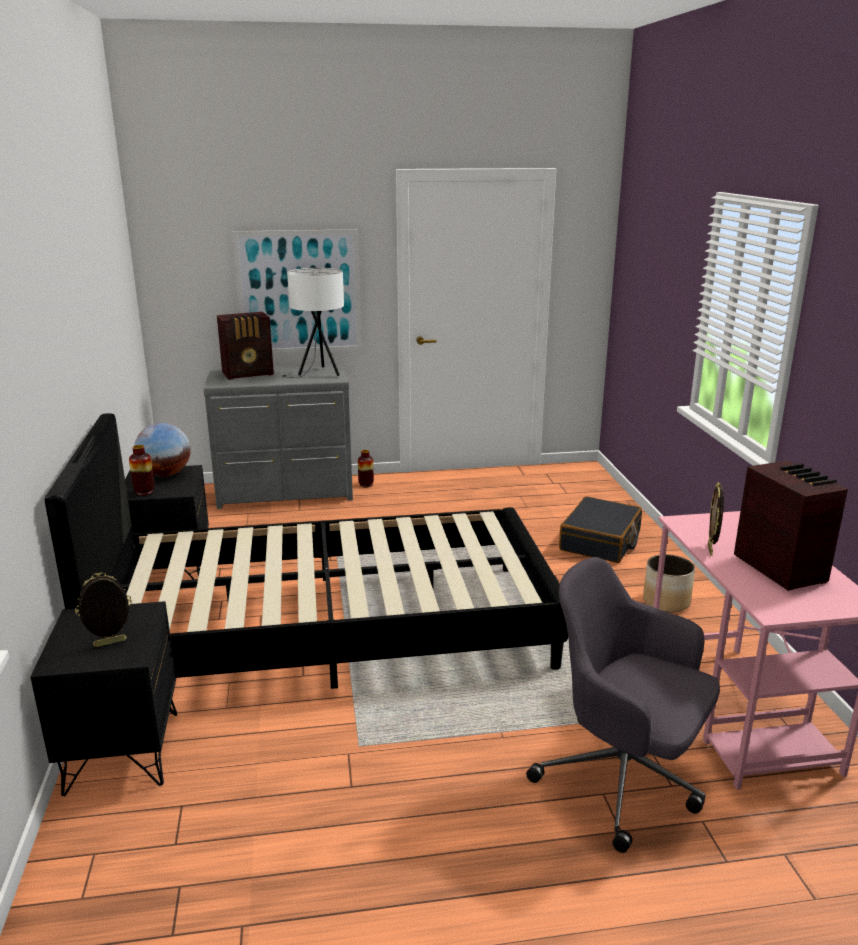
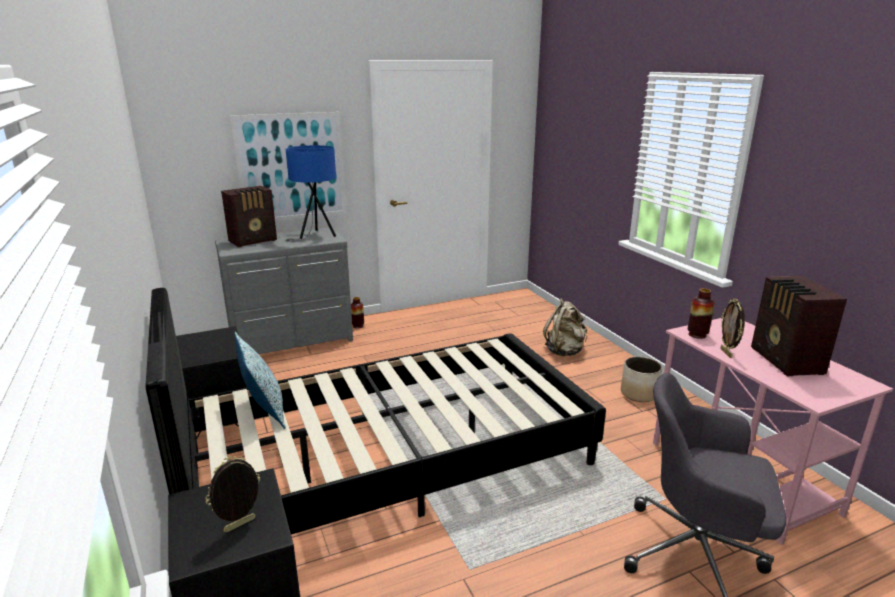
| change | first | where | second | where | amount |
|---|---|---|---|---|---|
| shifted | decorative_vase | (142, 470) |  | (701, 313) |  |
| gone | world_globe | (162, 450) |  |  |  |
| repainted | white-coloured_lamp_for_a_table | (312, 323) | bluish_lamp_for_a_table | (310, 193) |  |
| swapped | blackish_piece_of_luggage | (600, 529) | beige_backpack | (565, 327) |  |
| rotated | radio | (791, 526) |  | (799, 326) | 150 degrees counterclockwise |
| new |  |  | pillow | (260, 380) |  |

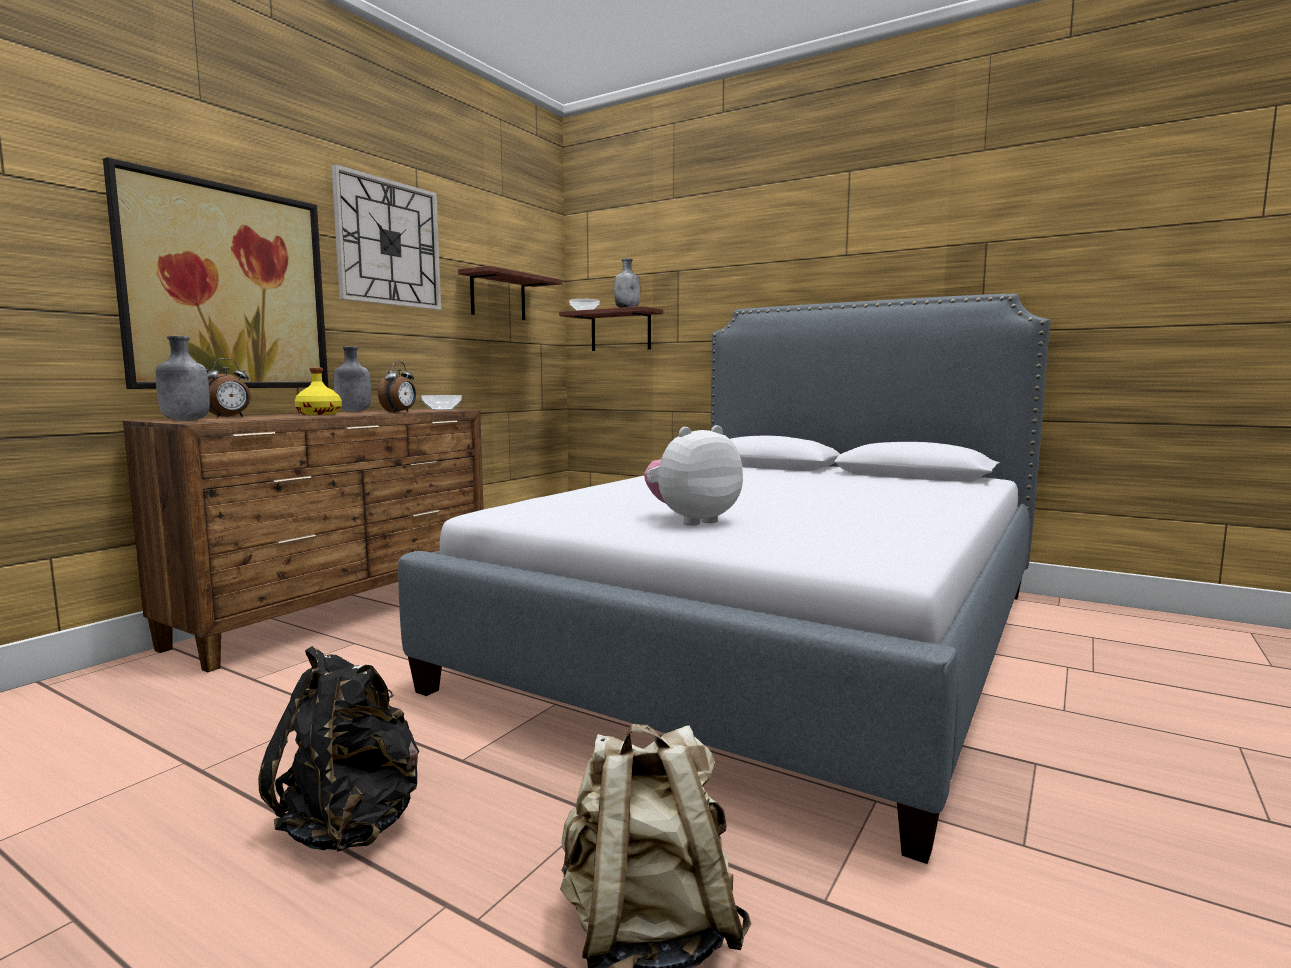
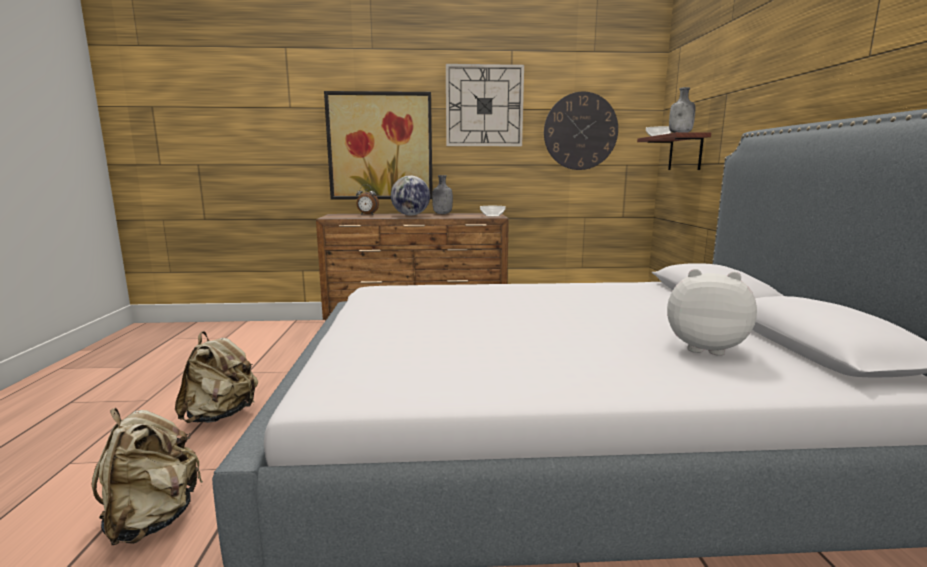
| change | first | where | second | where | amount |
|---|---|---|---|---|---|
| gone | gray_bottle | (183, 378) |  |  |  |
| repainted | blackish_backpack | (339, 749) | beige_backpack | (216, 377) |  |
| swapped | yellow_bottle | (318, 391) | world_globe | (410, 196) |  |
| gone | bedside_clock | (397, 387) |  |  |  |
| swapped | wall_shelf | (510, 293) | hanging_clock | (581, 131) |  |
| shifted | cuddly_toy | (693, 475) |  | (712, 312) |  |

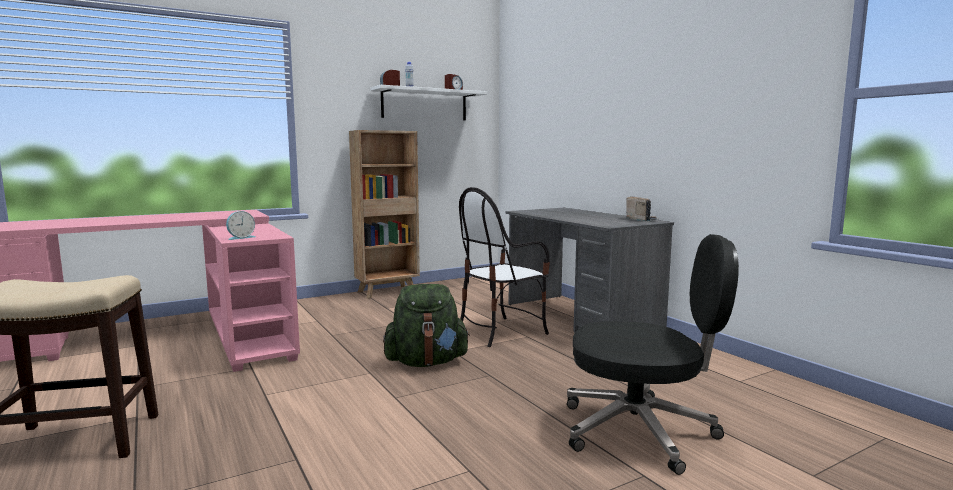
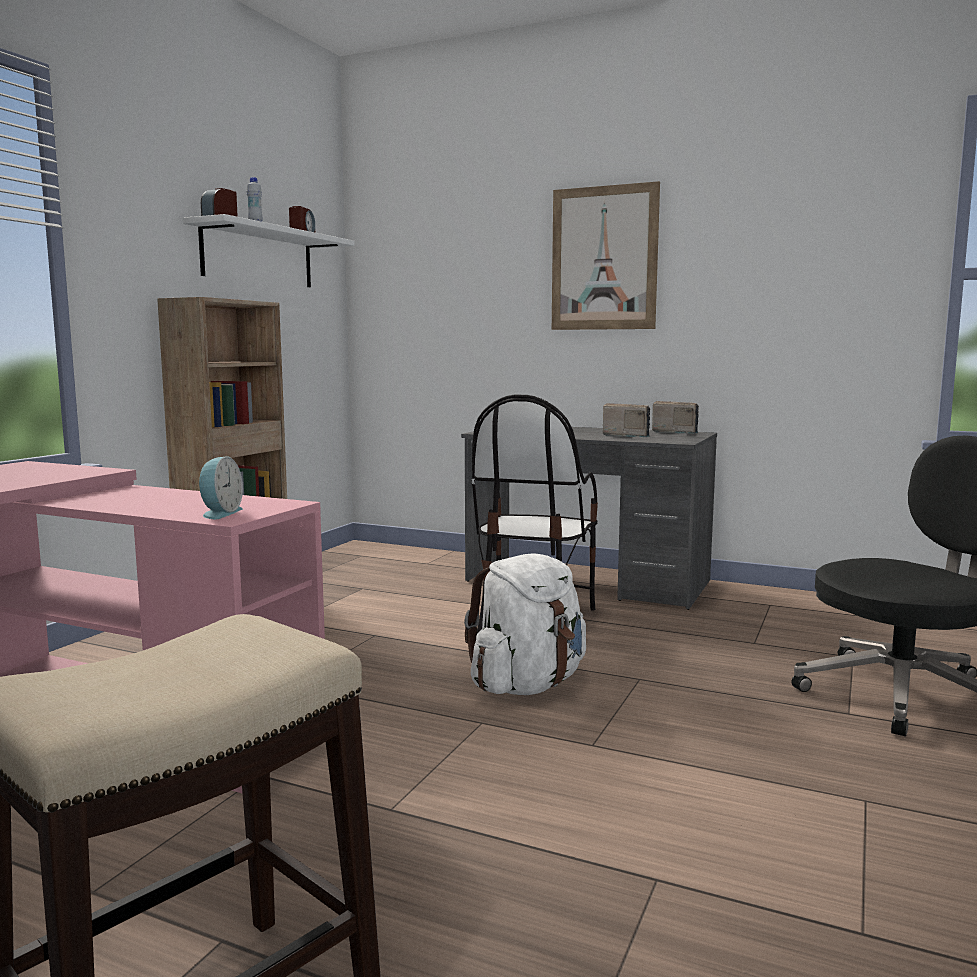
| change | first | where | second | where | amount |
|---|---|---|---|---|---|
| repainted | greenish_backpack | (426, 325) | white-coloured_backpack | (525, 624) |  |
| new |  |  | wall_picture | (606, 255) |  |
| new |  |  | radio | (626, 420) |  |

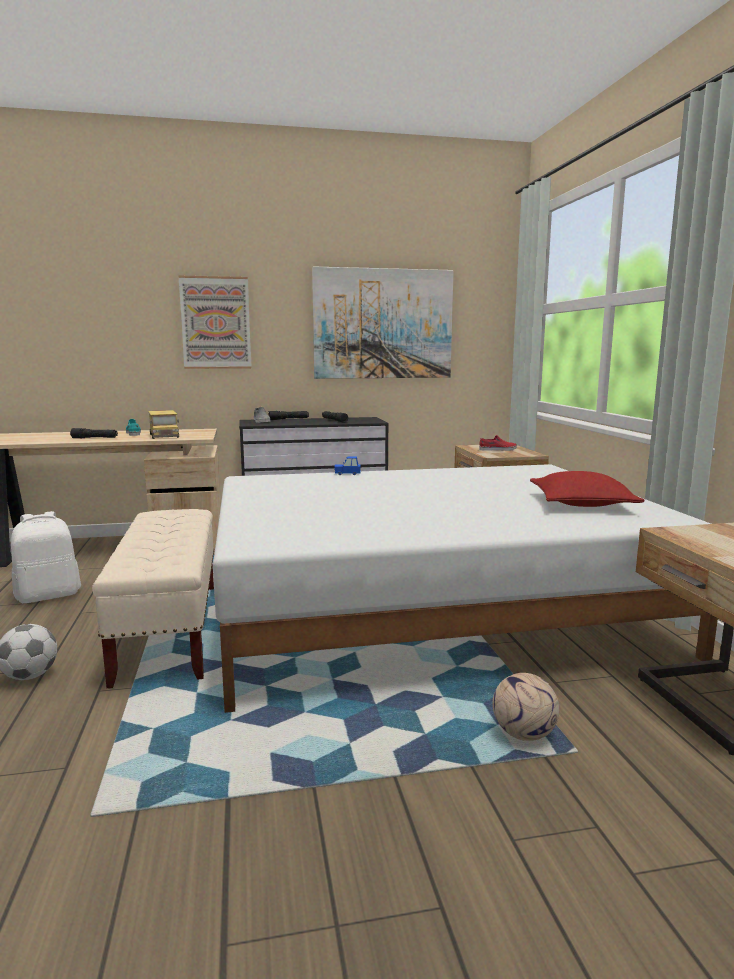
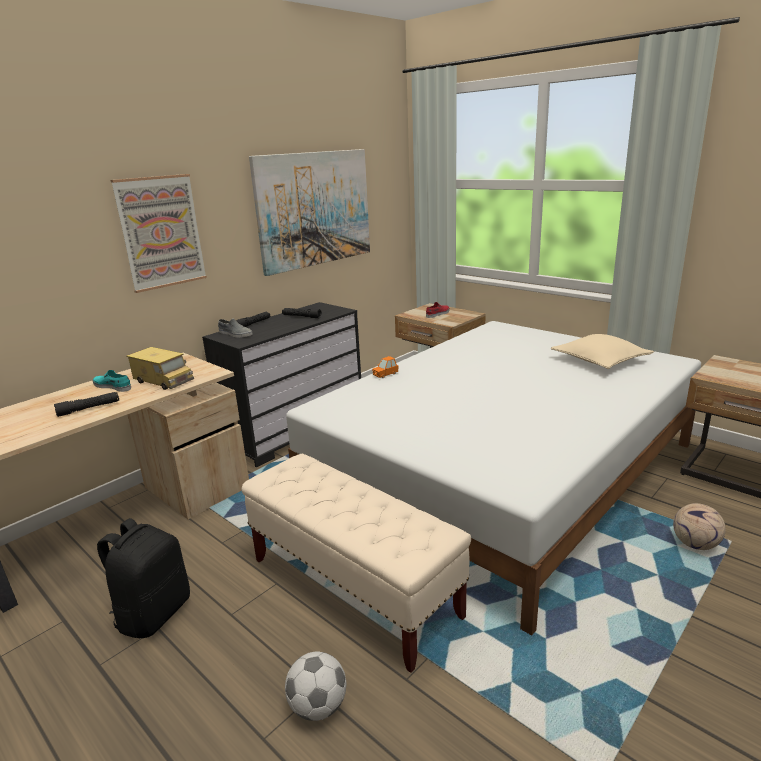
| change | first | where | second | where | amount |
|---|---|---|---|---|---|
| repainted | white-coloured_backpack | (46, 557) | blackish_backpack | (143, 578) |  |
| repainted | bluish_miniature_car | (347, 465) | orangey_miniature_car | (385, 367) |  |
| repainted | red-coloured_pillow | (587, 489) | beige_pillow | (602, 351) |  |

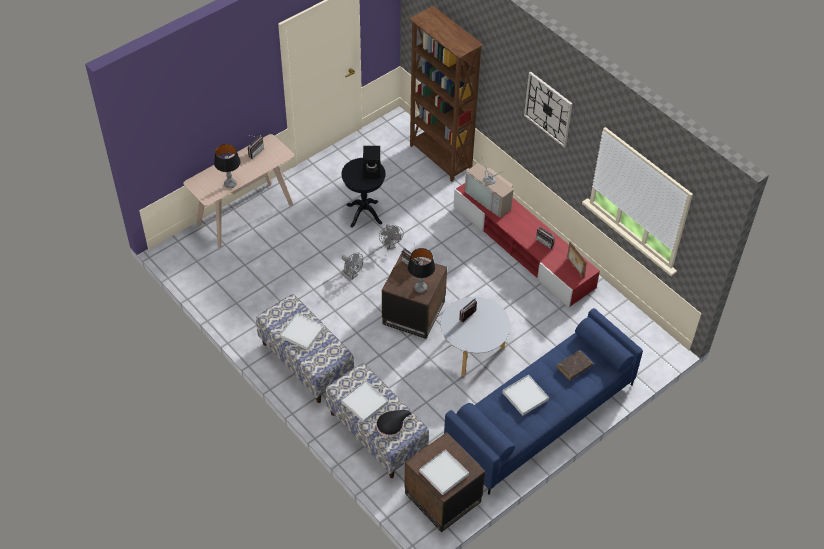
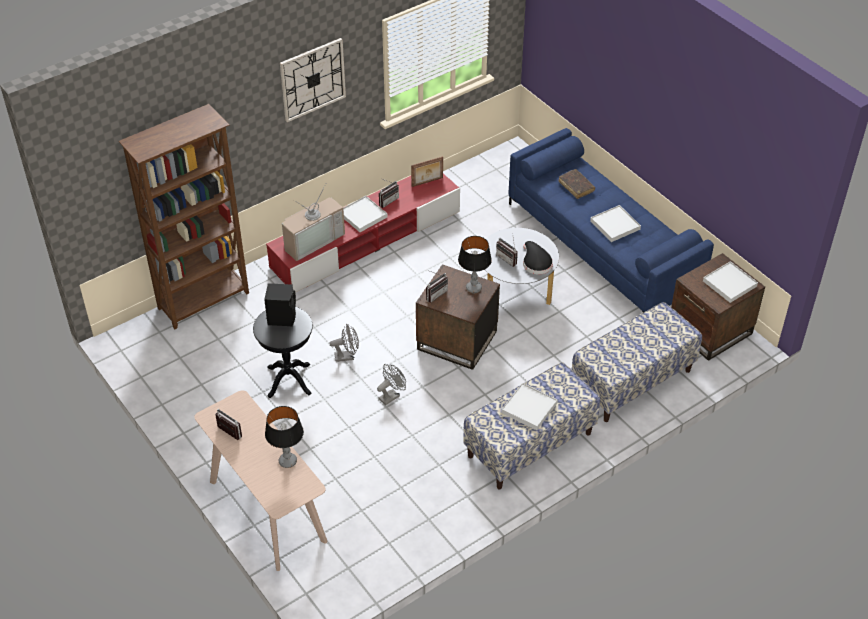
| change | first | where | second | where | amount |
|---|---|---|---|---|---|
| shifted | white-coloured_carrying_tray | (364, 401) |  | (365, 214) |  |
| shifted | blackish_clothing_hat | (395, 423) |  | (538, 257) |  |

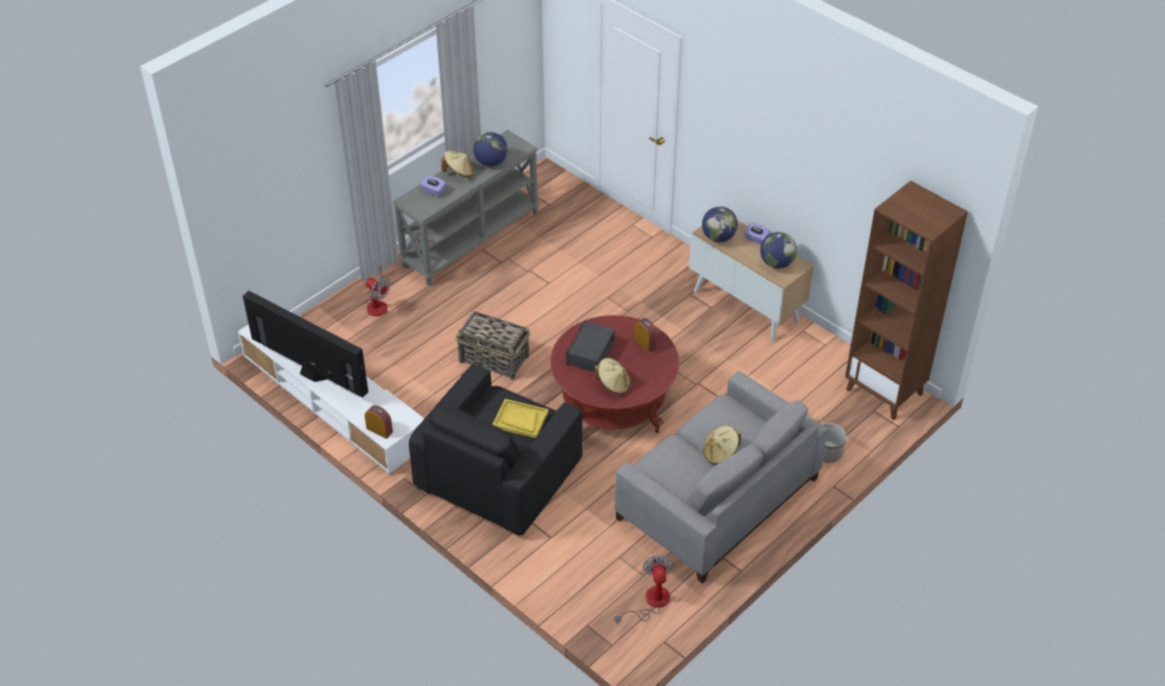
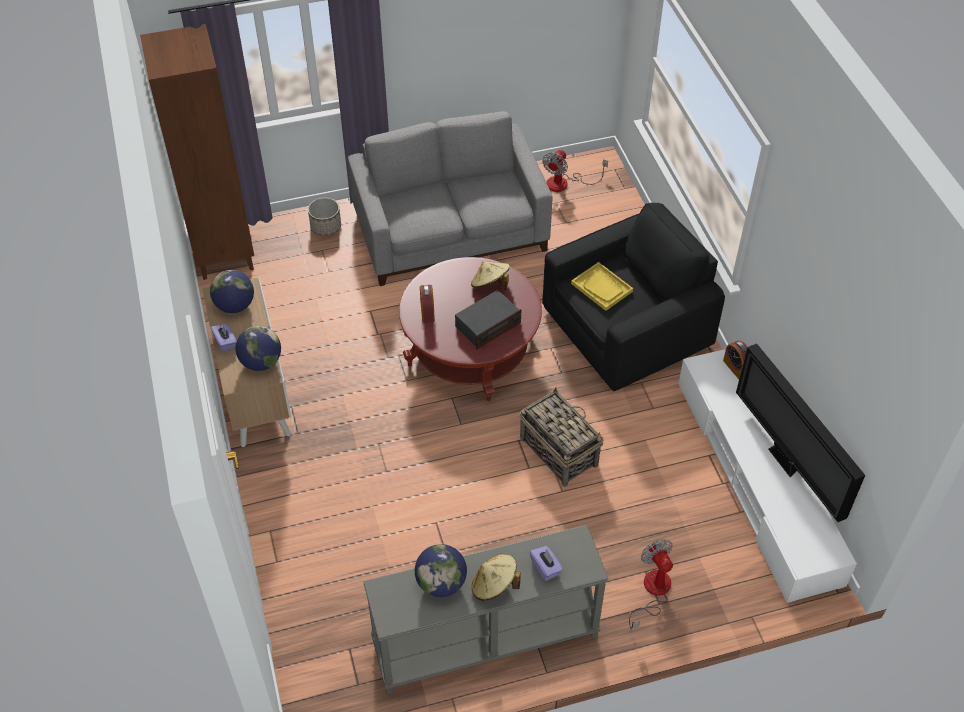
| change | first | where | second | where | amount |
|---|---|---|---|---|---|
| gone | beige_clothing_hat | (722, 445) |  |  |  |

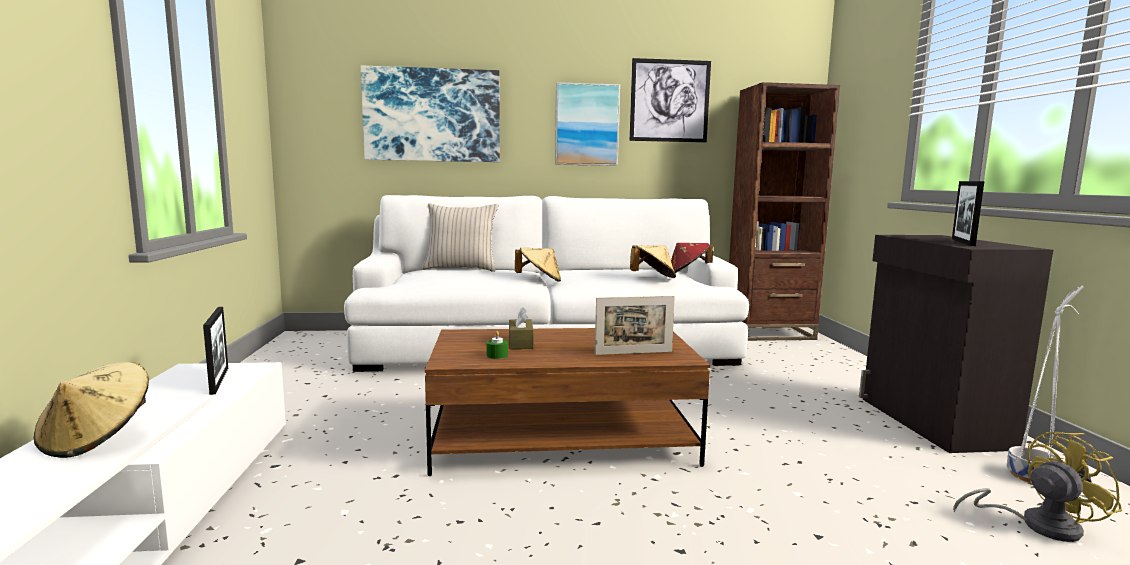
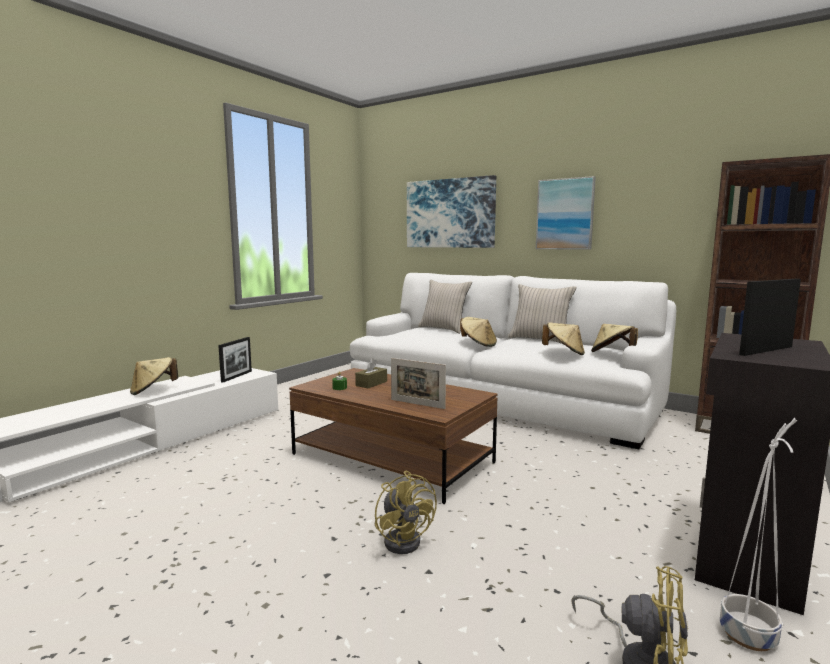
| change | first | where | second | where | amount |
|---|---|---|---|---|---|
| gone | wall_picture | (670, 100) |  |  |  |
| repainted | red-coloured_clothing_hat | (692, 258) | beige_clothing_hat | (614, 338) |  |
| new |  |  | yellow_electric_fan | (406, 512) |  |
| new |  |  | beige_pillow | (542, 314) |  |

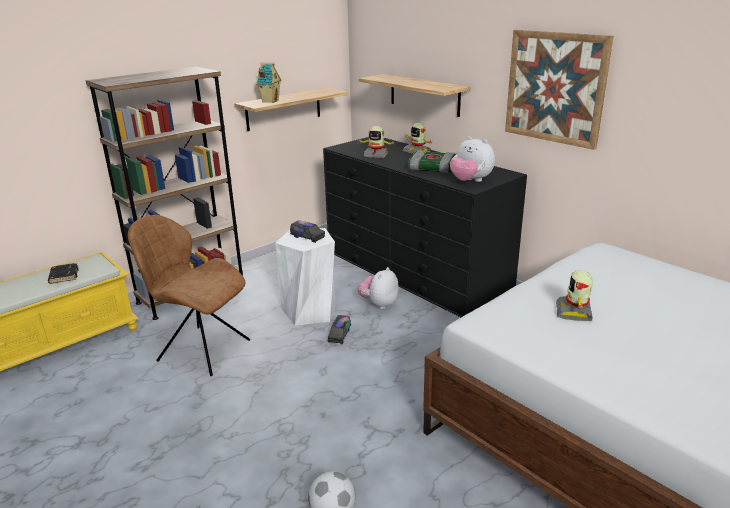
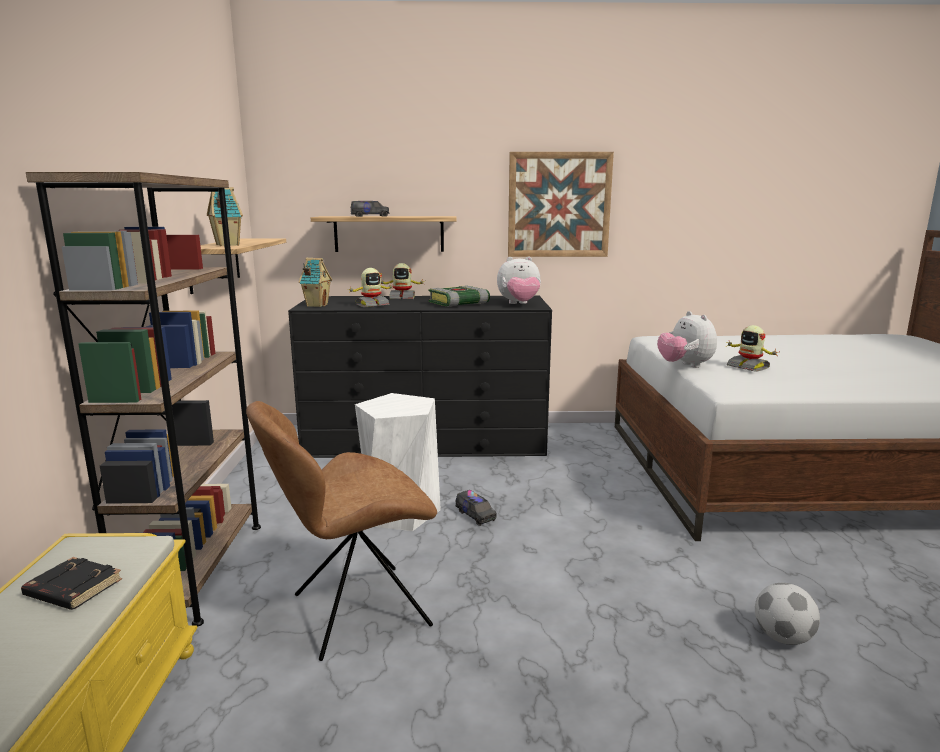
| change | first | where | second | where | amount |
|---|---|---|---|---|---|
| shifted | model_truck | (307, 231) |  | (370, 209) |  |
| shifted | cuddly_toy | (378, 288) |  | (687, 339) |  |
| new |  |  | model_house | (315, 282) |  |

